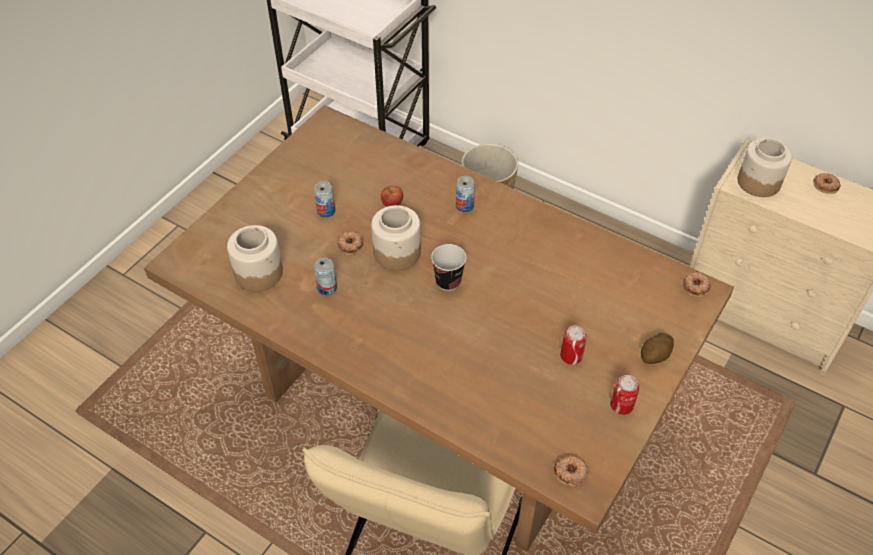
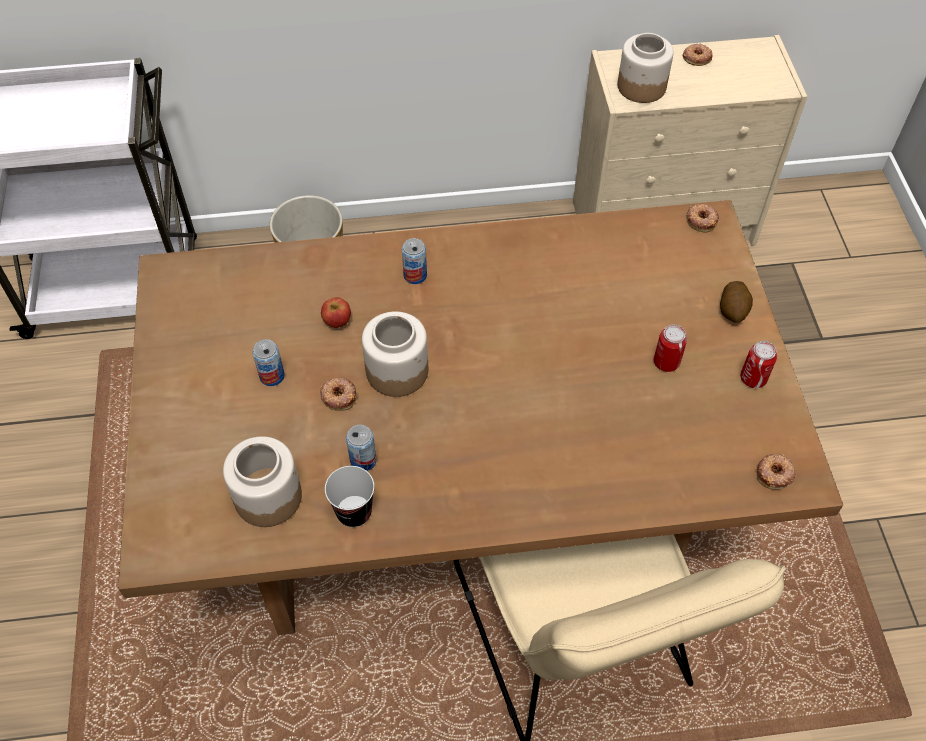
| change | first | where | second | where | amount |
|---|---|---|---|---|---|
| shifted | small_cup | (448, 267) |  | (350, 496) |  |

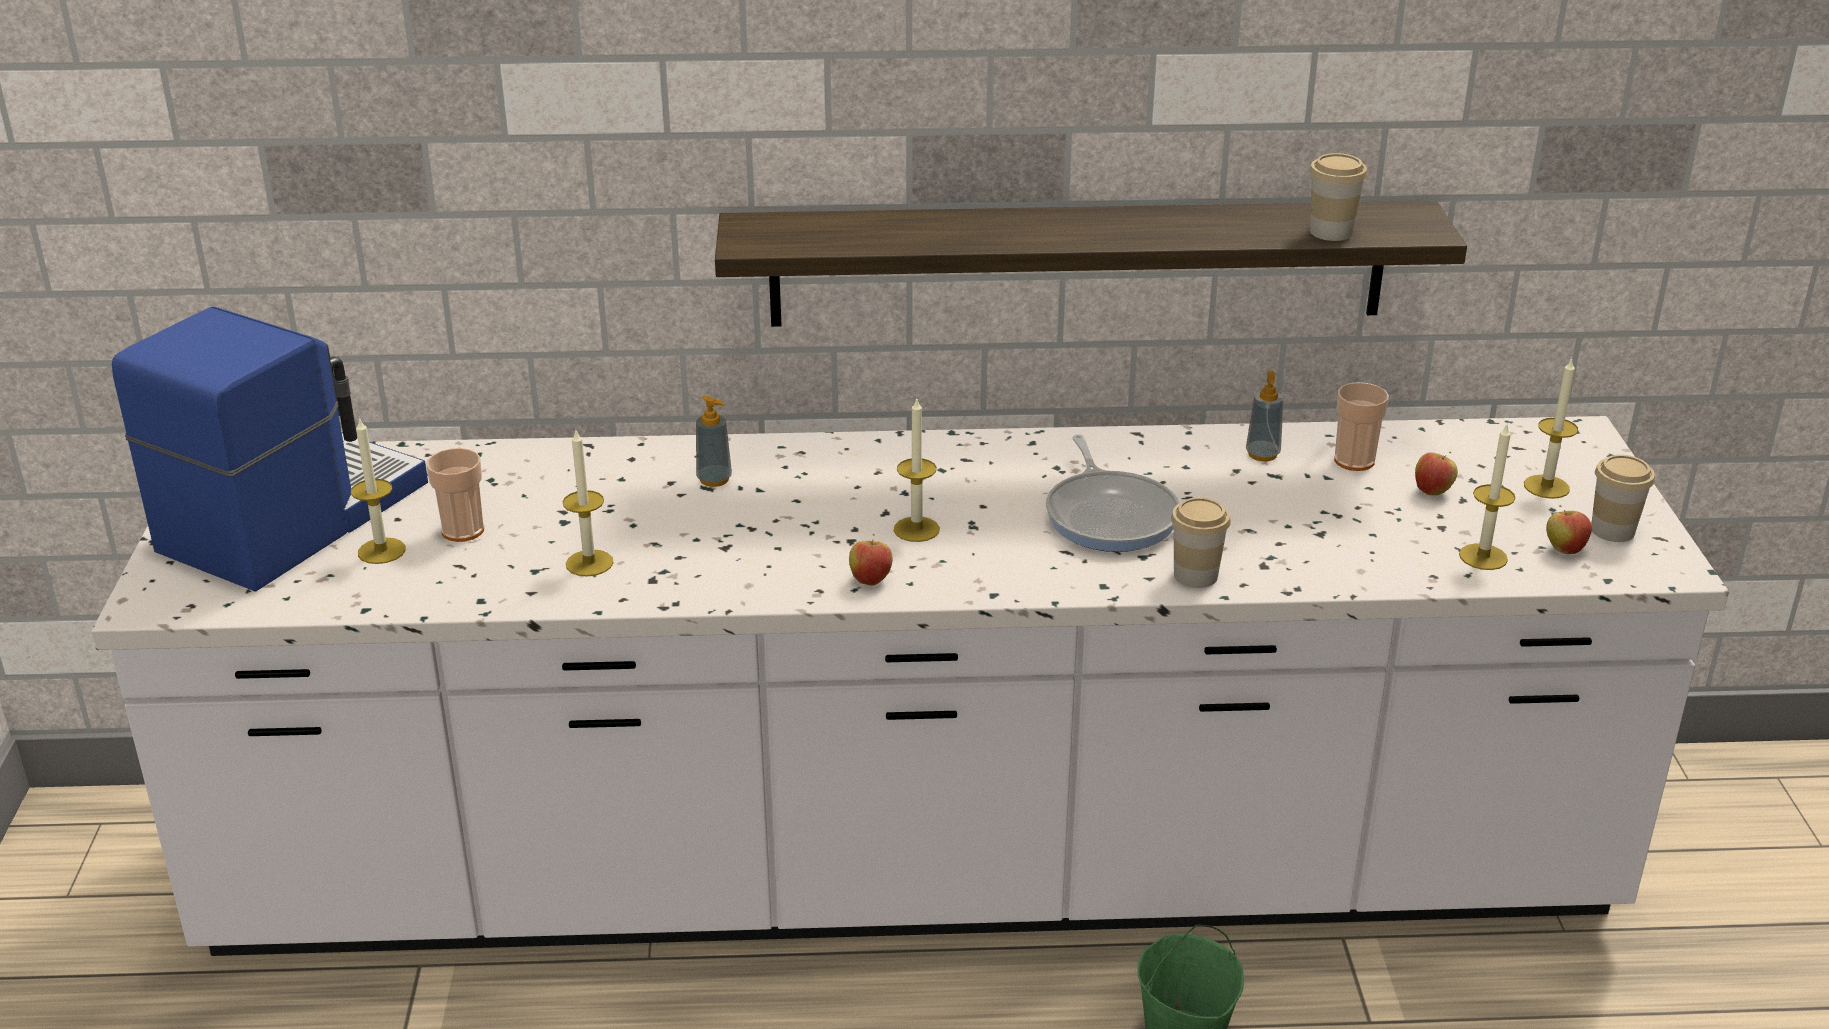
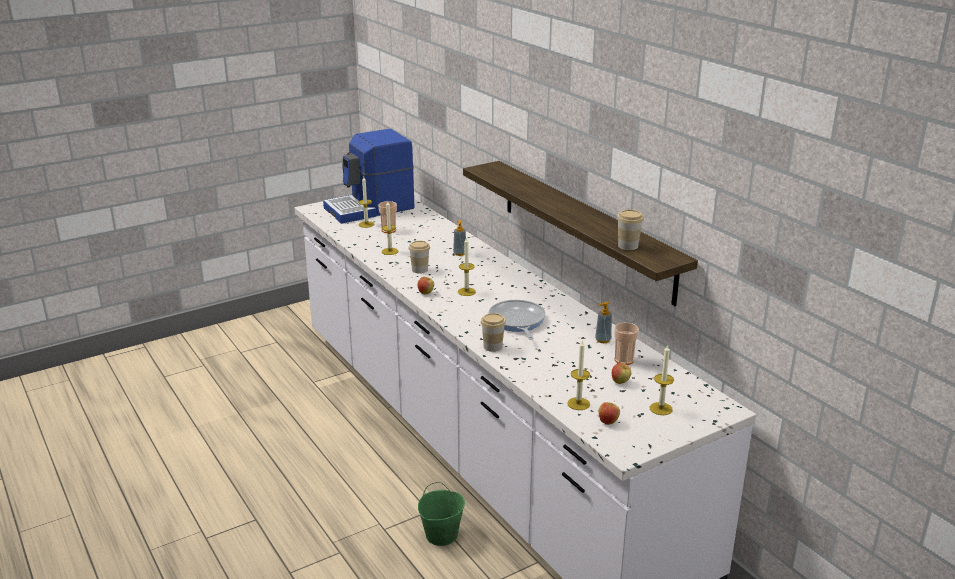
| change | first | where | second | where | amount |
|---|---|---|---|---|---|
| rotated | coffee_maker | (270, 449) |  | (369, 176) | 150 degrees clockwise |
| rotated | pan | (1112, 493) |  | (517, 320) | 120 degrees clockwise |
| shifted | small_cup | (1623, 498) |  | (419, 257) |  |

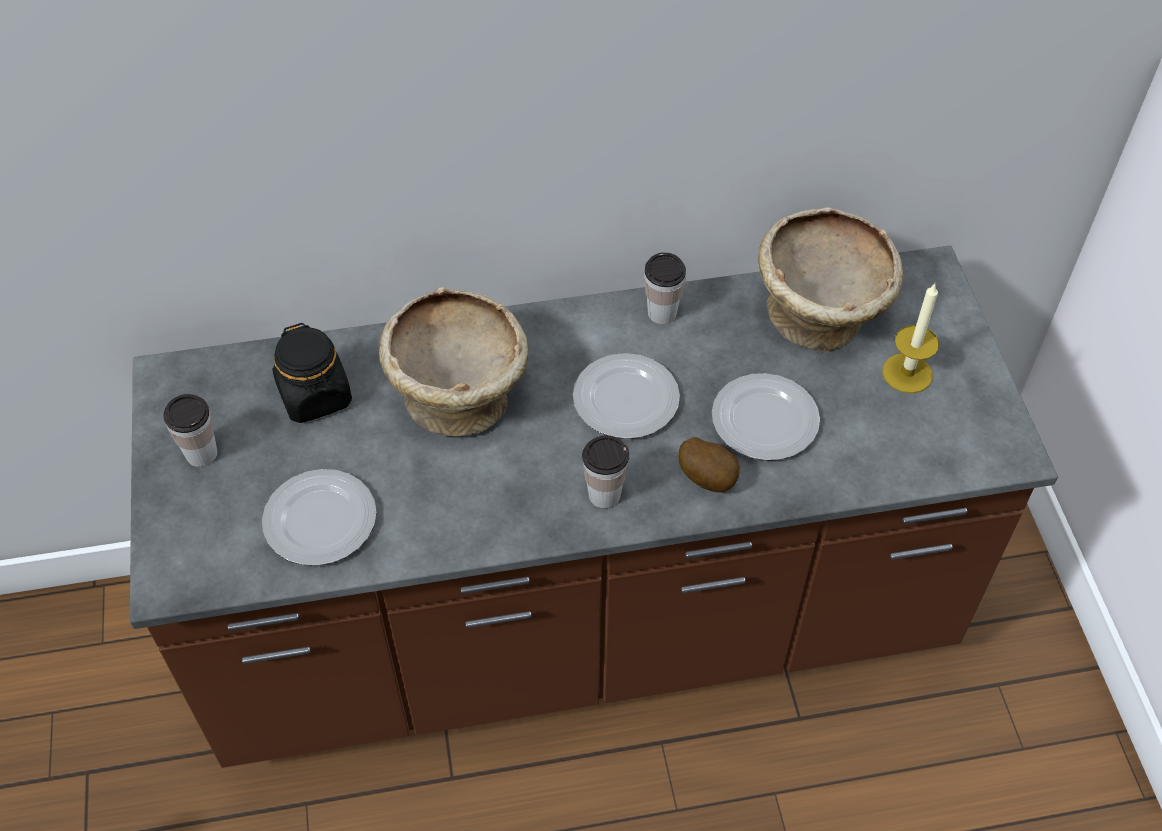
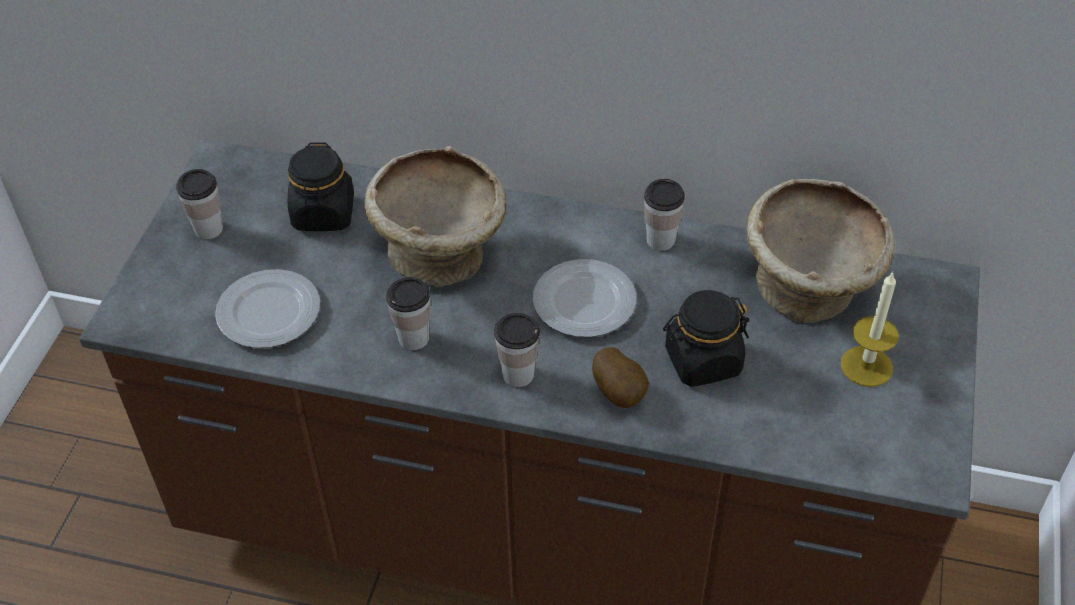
| change | first | where | second | where | amount |
|---|---|---|---|---|---|
| swapped | plate | (766, 417) | blackish_preserve_jar | (706, 338) |  |
| new |  |  | small_cup | (408, 313) |  |

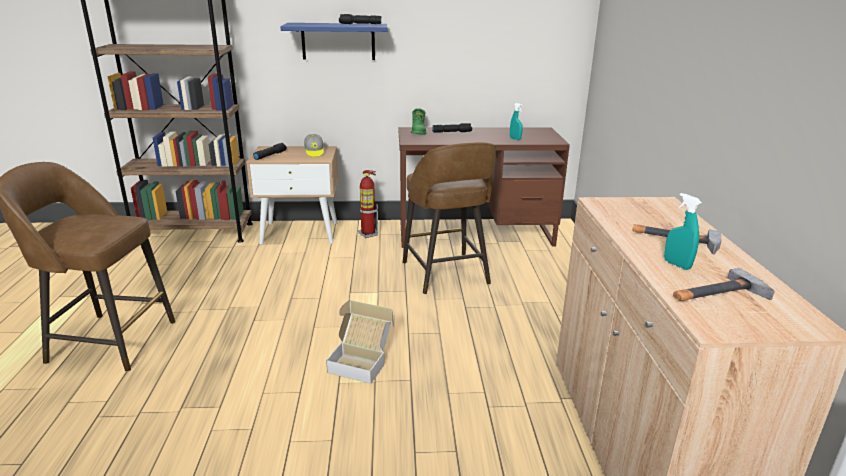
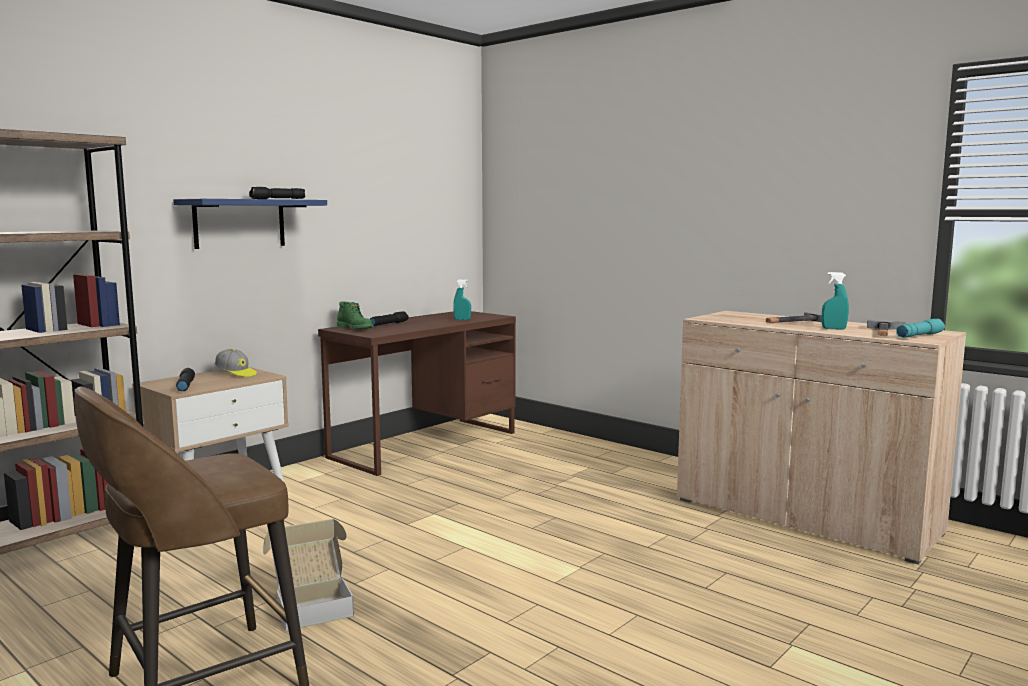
| change | first | where | second | where | amount |
|---|---|---|---|---|---|
| shifted | cardboard_box | (360, 342) |  | (308, 575) |  |
| gone | fire-fighting_cylinder | (368, 204) |  |  |  |
| gone | brownish_stool_seat | (449, 218) |  |  |  |
| new |  |  | turquoise-coloured_hand_torch | (920, 328) |  |

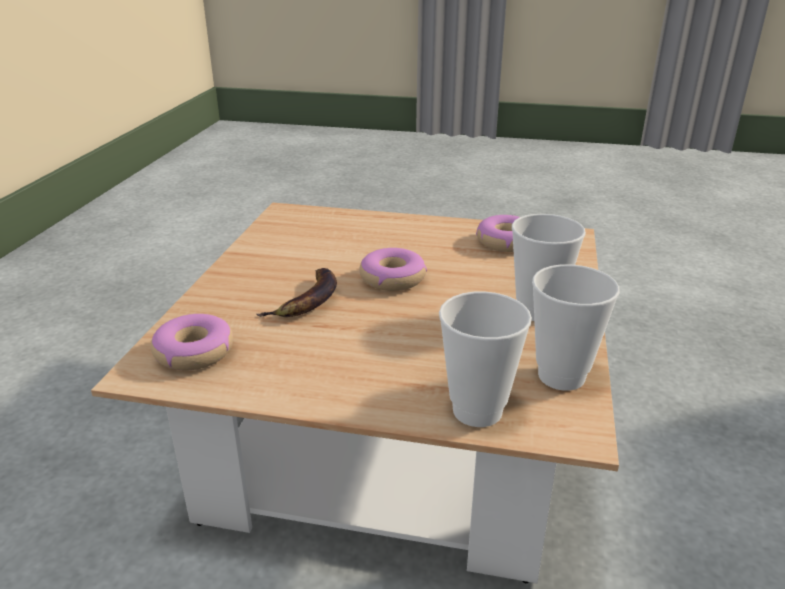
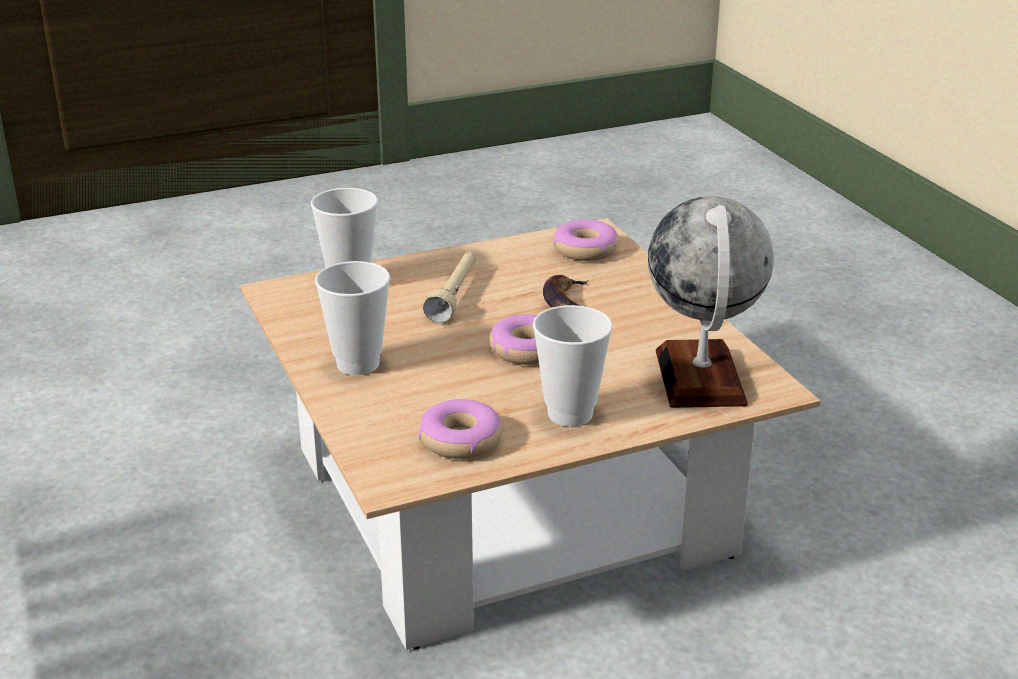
| change | first | where | second | where | amount |
|---|---|---|---|---|---|
| shifted | small_cup | (576, 327) |  | (573, 366) |  |
| new |  |  | beige_hand_torch | (449, 287) |  |
| new |  |  | world_globe | (711, 302) |  |

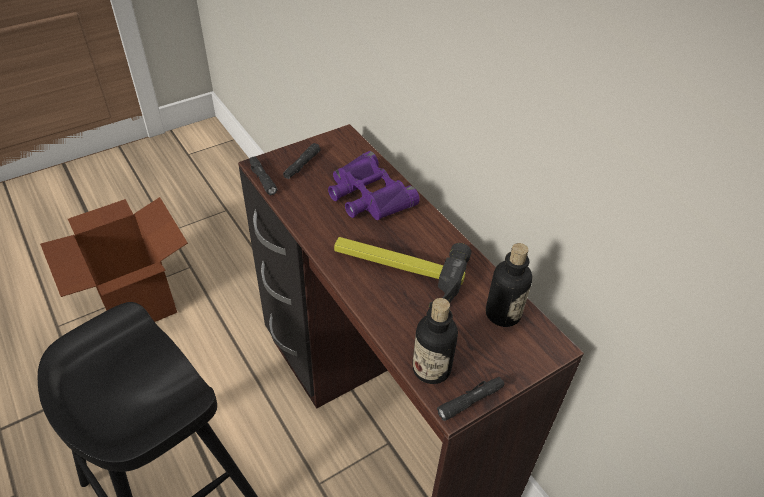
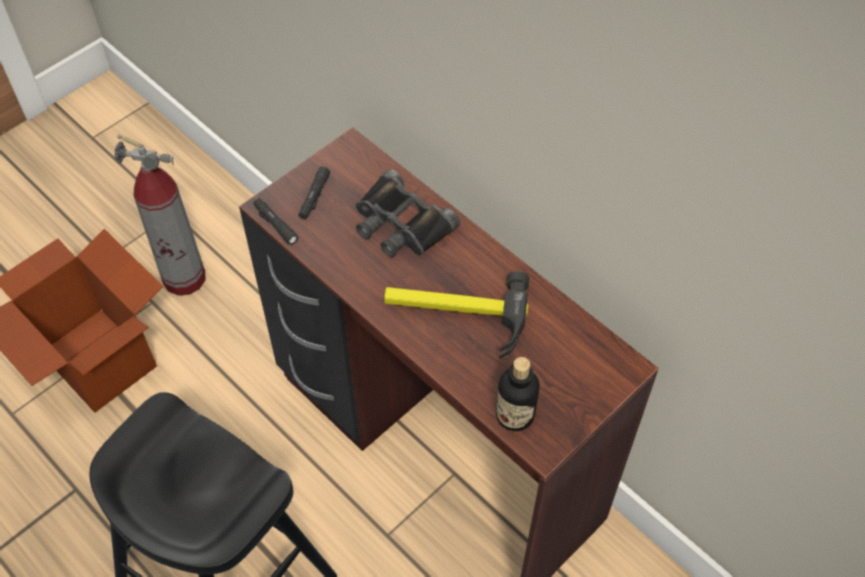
| change | first | where | second | where | amount |
|---|---|---|---|---|---|
| repainted | purple-coloured_pair_of_binoculars | (374, 185) | blackish_pair_of_binoculars | (408, 213) |  |
| gone | blackish_hand_torch | (471, 399) |  |  |  |
| gone | bottle | (509, 285) |  |  |  |
| new |  |  | fire-fighting_cylinder | (159, 215) |  |

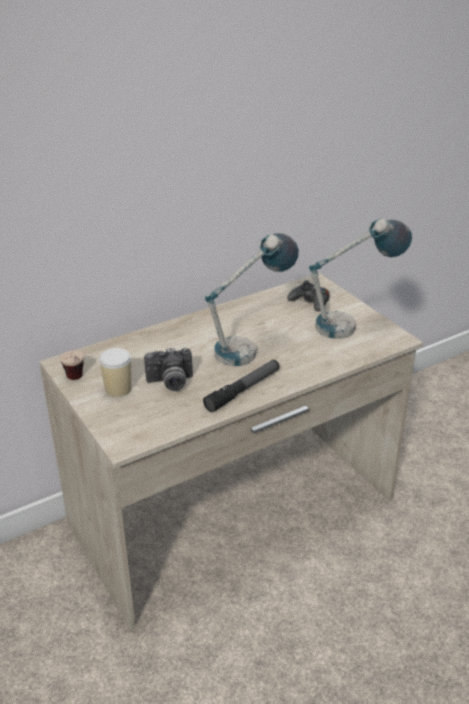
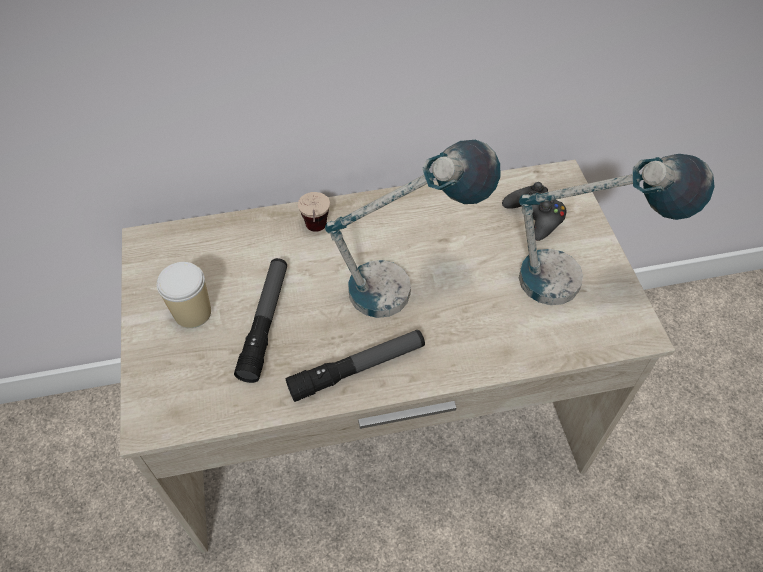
| change | first | where | second | where | amount |
|---|---|---|---|---|---|
| shifted | small_cup | (72, 365) |  | (314, 212) |  |
| swapped | still_camera | (168, 369) | hand_torch | (260, 320) |  |

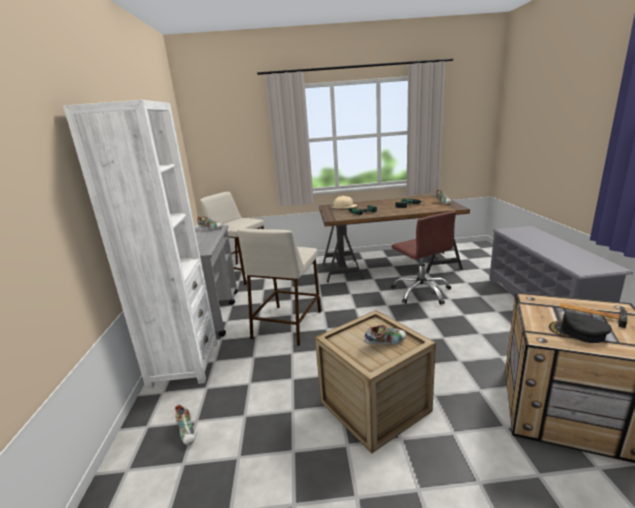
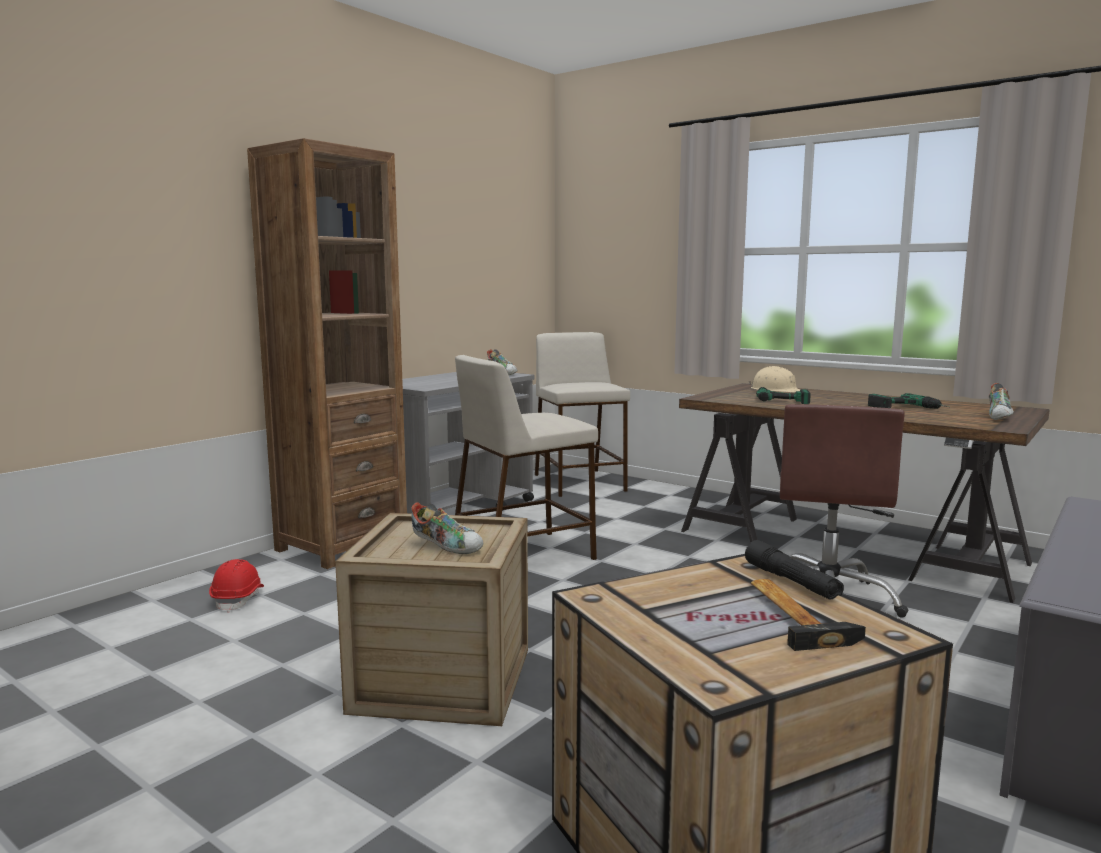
| change | first | where | second | where | amount |
|---|---|---|---|---|---|
| repainted | white-coloured_bookshelf | (140, 244) | brownish_bookshelf | (327, 353) |  |
| swapped | item_of_footwear | (185, 425) | red-coloured_work_helmet | (236, 585) |  |
| gone | blackish_baseball_cap | (580, 327) |  |  |  |
| new |  |  | blackish_hand_torch | (794, 569) |  |

